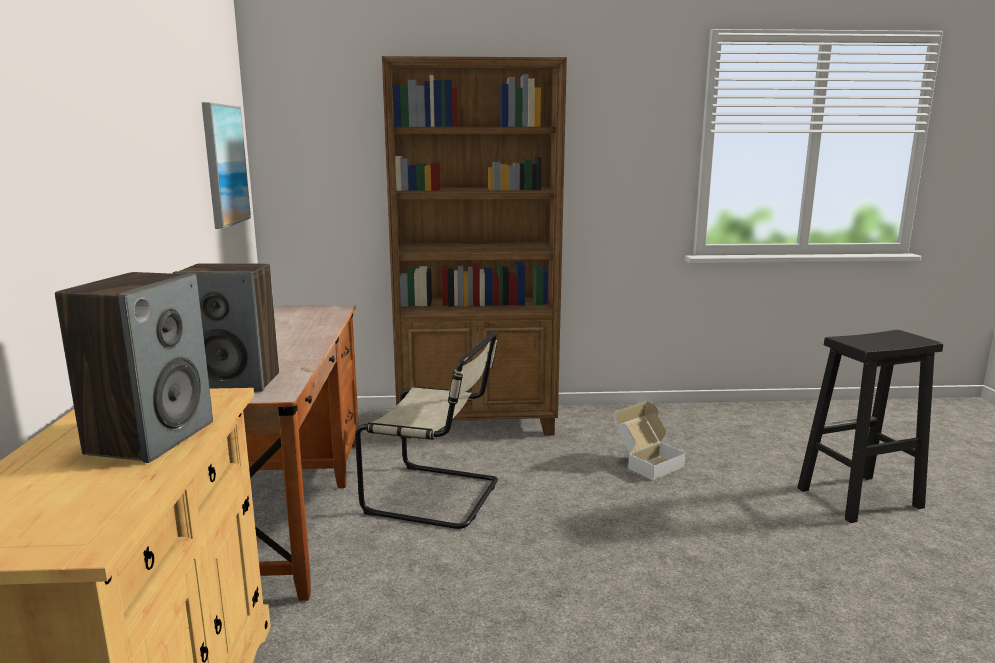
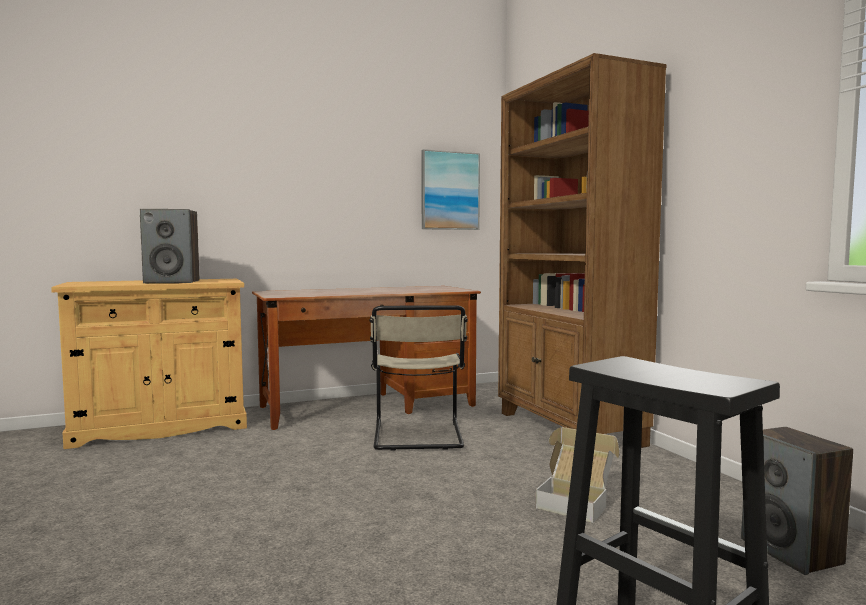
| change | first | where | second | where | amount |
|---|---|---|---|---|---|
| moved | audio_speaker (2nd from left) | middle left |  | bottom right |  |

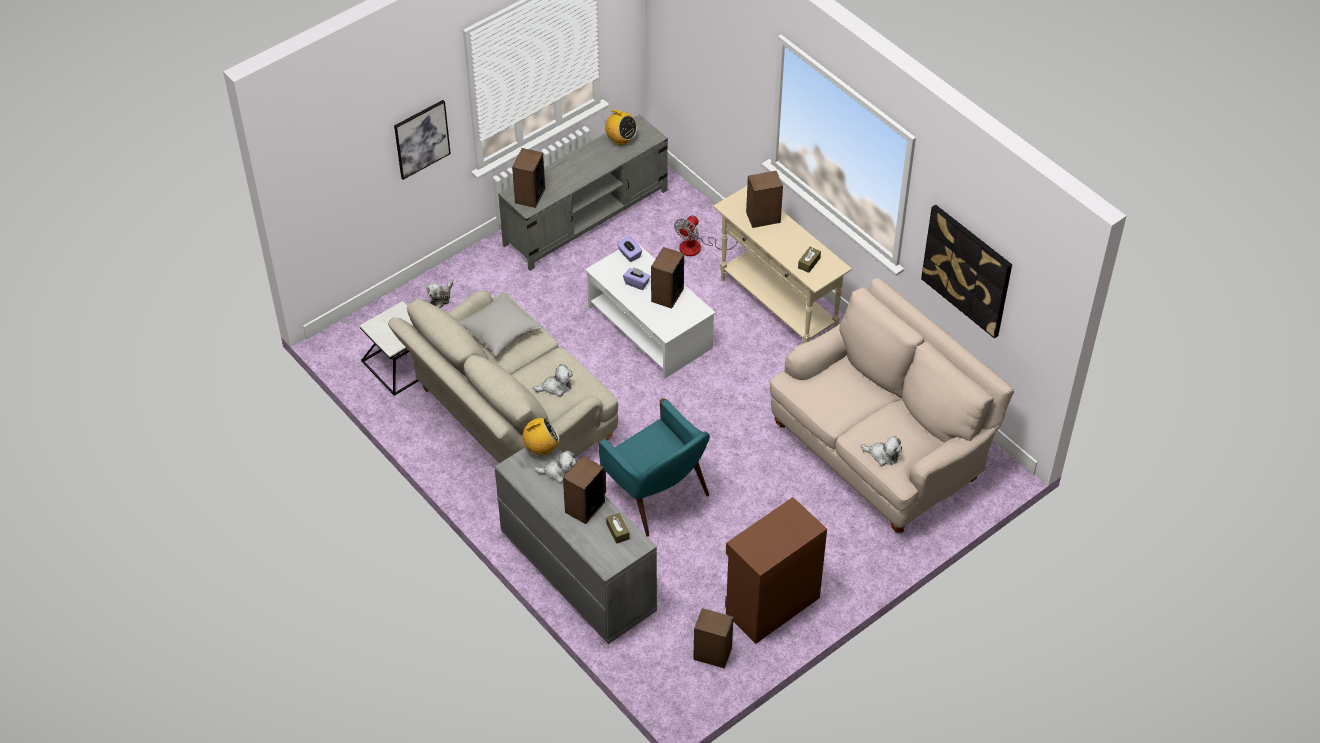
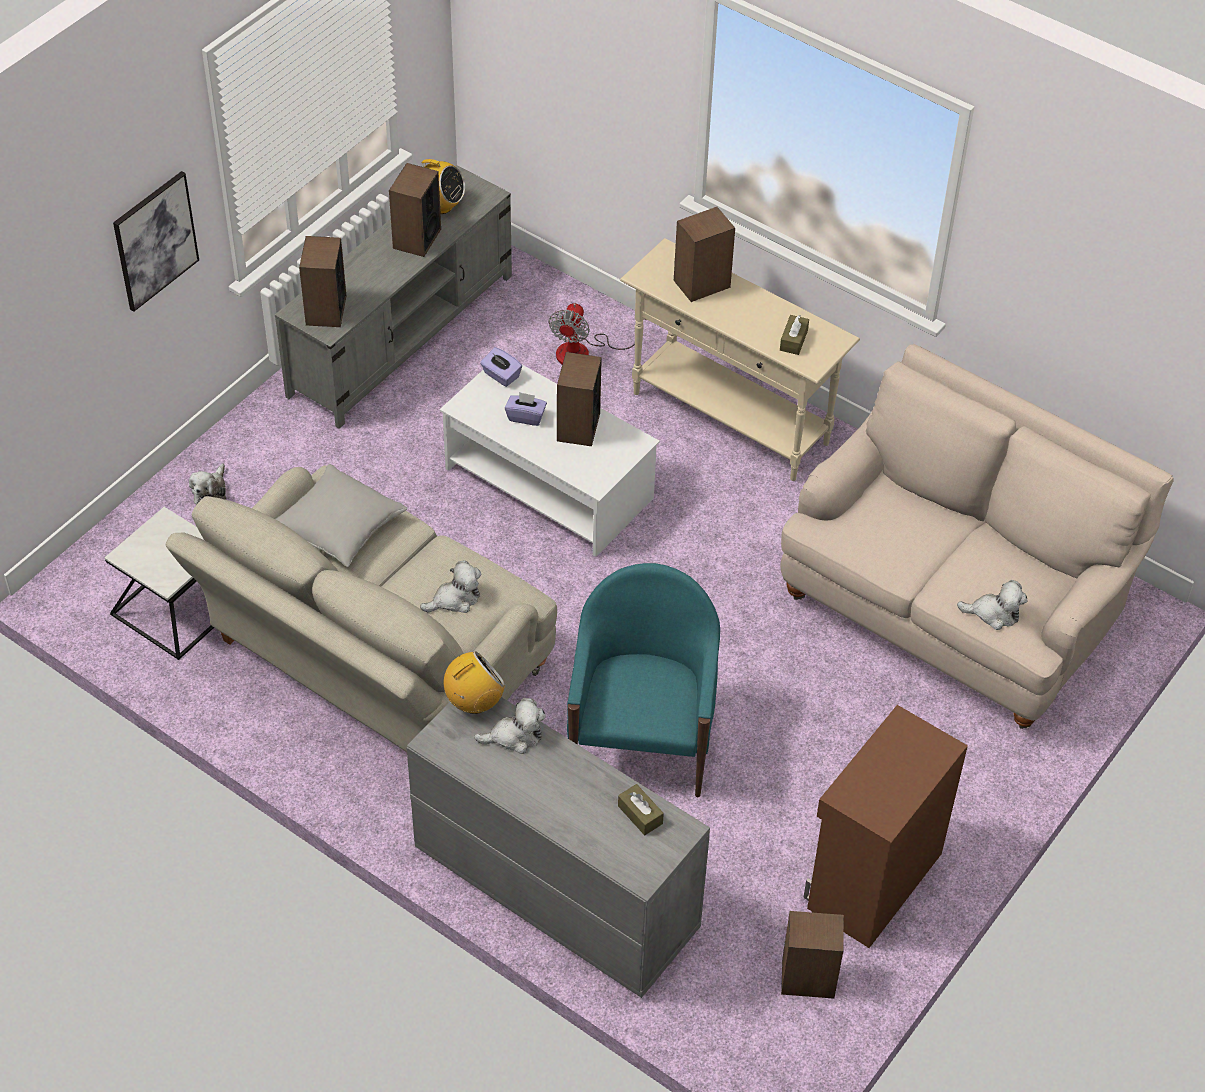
| change | first | where | second | where | amount |
|---|---|---|---|---|---|
| removed | wall_art (2nd from left) | middle right |  |  |  |
| turned | turquoise-coloured_armchair | centre |  | centre | 120 degrees counterclockwise |
| moved | audio_speaker (2nd from left) | centre |  | top centre |  |

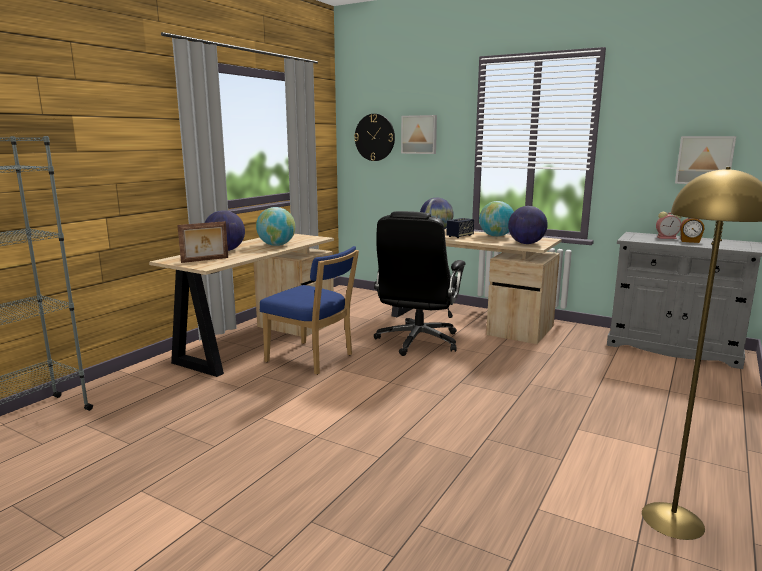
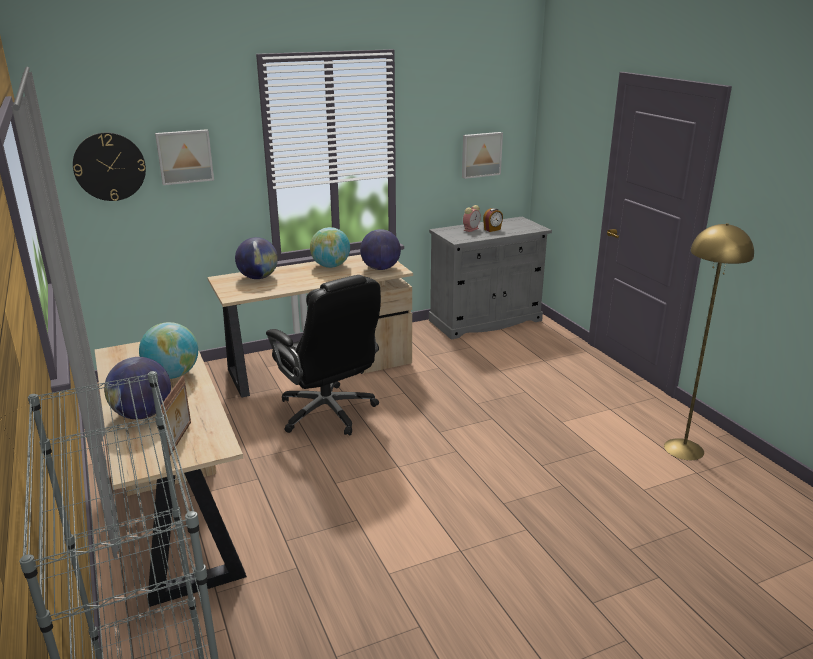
| change | first | where | second | where | amount |
|---|---|---|---|---|---|
| removed | audio_speaker | centre |  |  |  |
| removed | blue-coloured_upright_chair | centre |  |  |  |

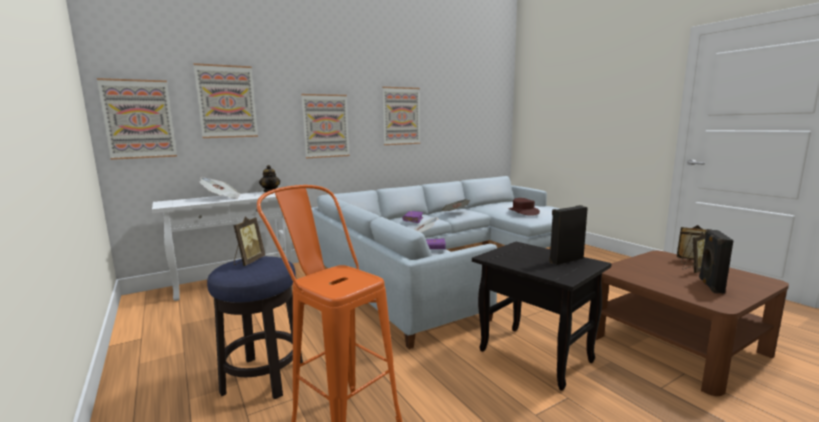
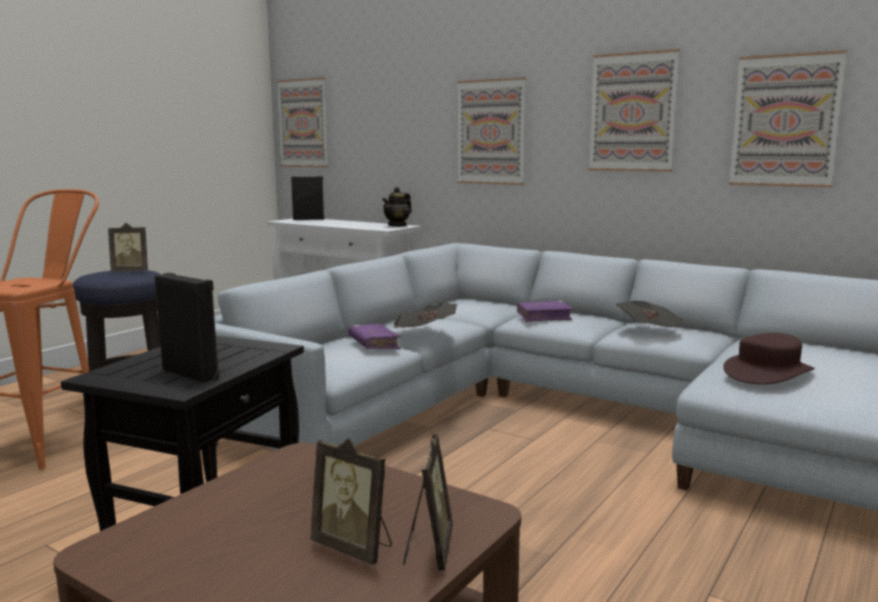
| change | first | where | second | where | amount |
|---|---|---|---|---|---|
| moved | wall_art (2nd from left in the first image) | top left | wall_art (4th from left) | top right |  |
| removed | daily_paper (1st from left) | middle left |  |  |  |
| moved | black-coloured_audio_speaker (2nd from left) | middle right |  | top centre |  |

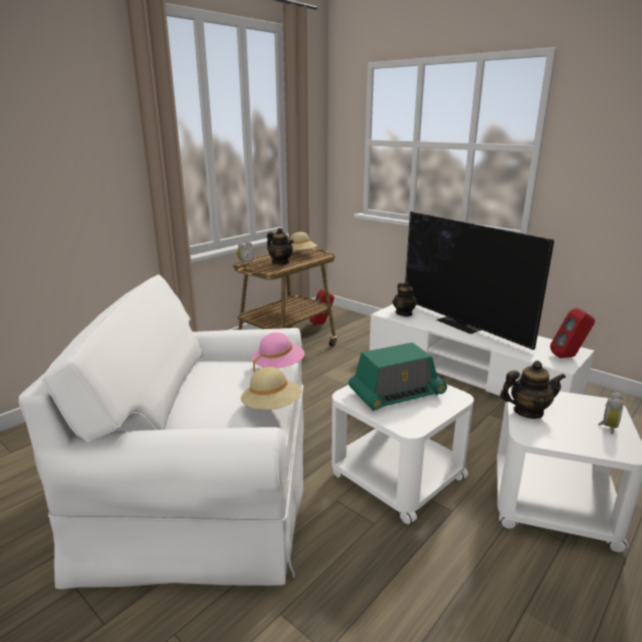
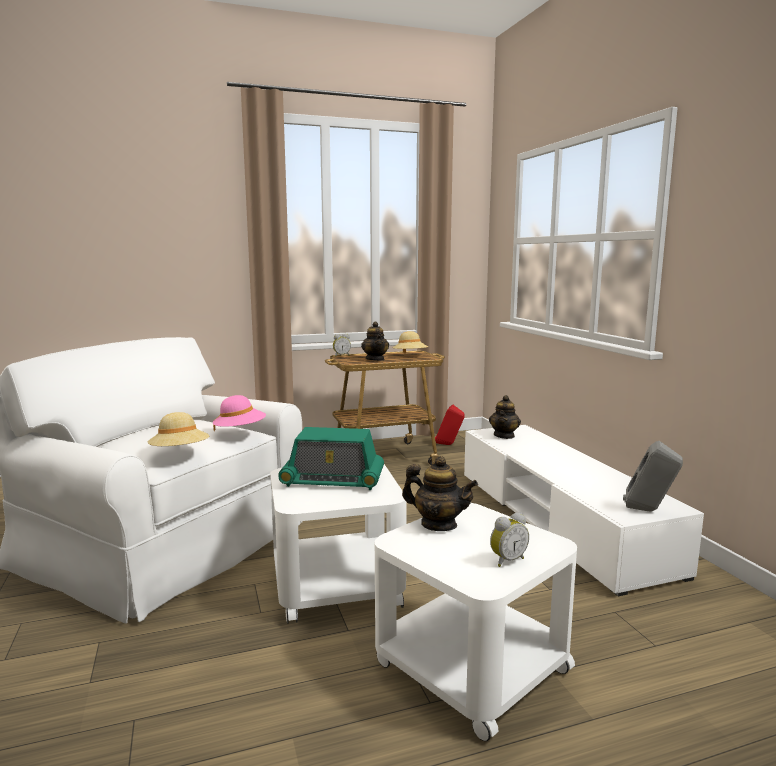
| change | first | where | second | where | amount |
|---|---|---|---|---|---|
| removed | TV | middle right |  |  |  |
| recoloured | red-coloured_audio_speaker (2nd from left) | middle right | gray_audio_speaker | middle right |  |

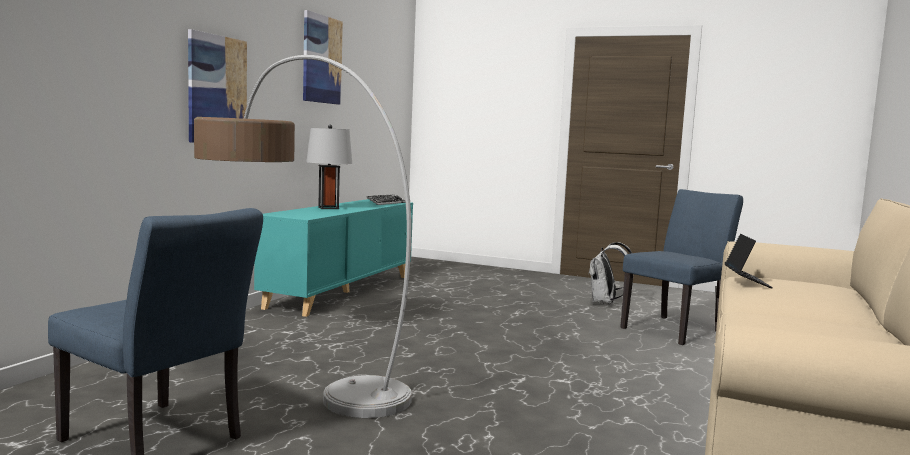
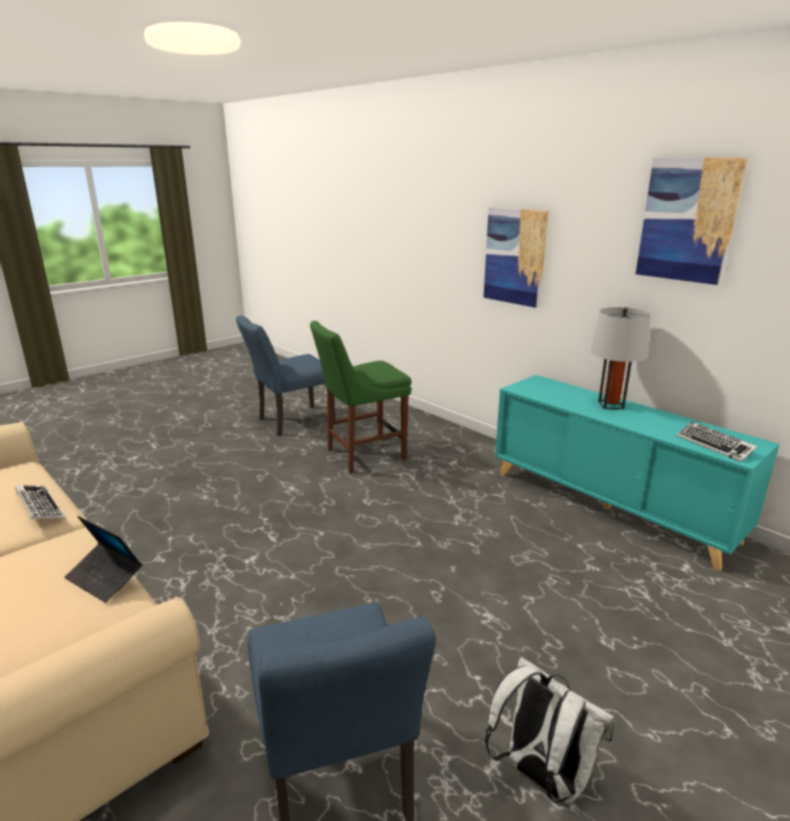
| change | first | where | second | where | amount |
|---|---|---|---|---|---|
| replaced | floor_lamp | middle left | greenish_upright_chair | centre |  |
| added |  |  | computer_keyboard (1st from left) | middle left |  |

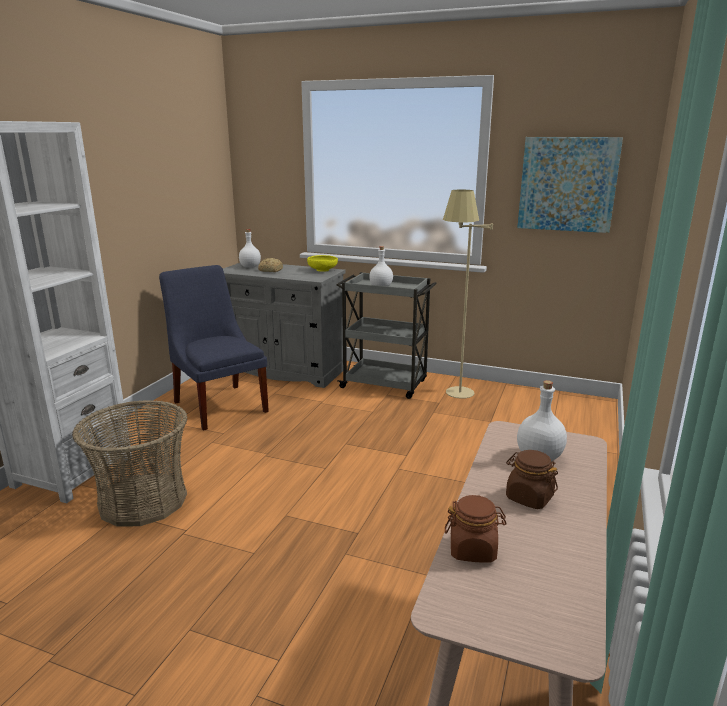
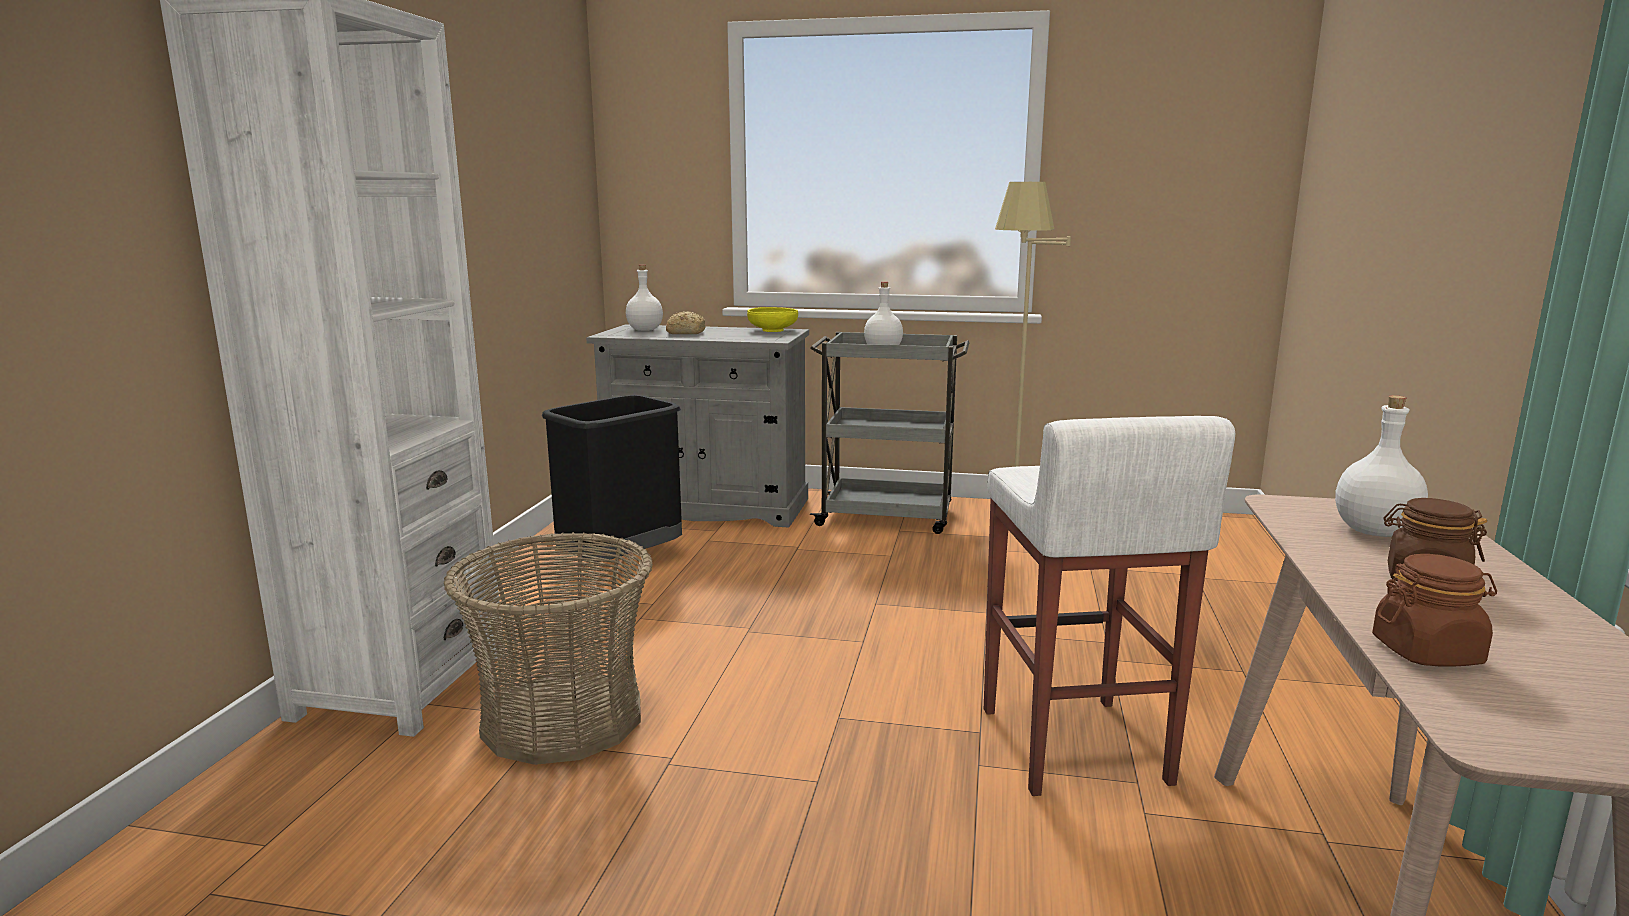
| change | first | where | second | where | amount |
|---|---|---|---|---|---|
| removed | wall_art | top right |  |  |  |
| replaced | blue-coloured_upright_chair | middle left | black-coloured_trash_can | centre |  |
| added |  |  | white-coloured_sitting_stool | middle right |  |

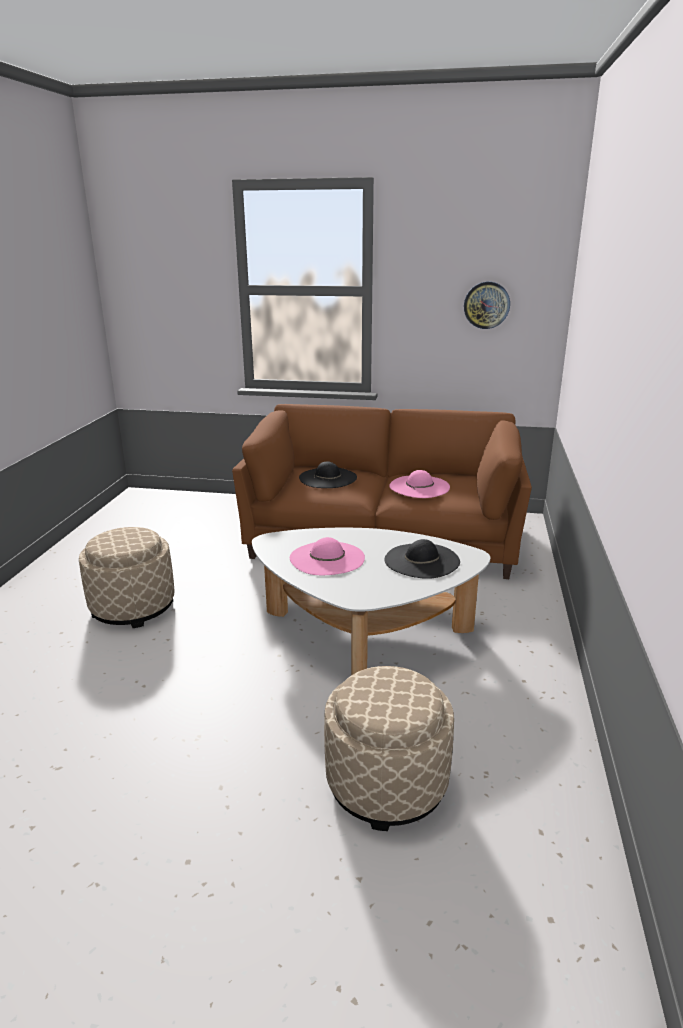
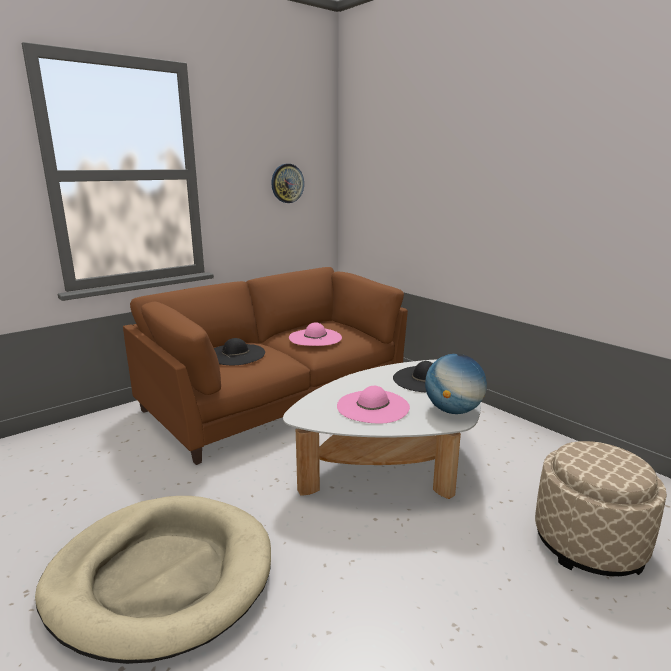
| change | first | where | second | where | amount |
|---|---|---|---|---|---|
| replaced | sand-coloured_pouffe (1st from left) | middle left | sand-coloured_dog_bed | bottom left |  |
| added |  |  | globe | middle right |  |

